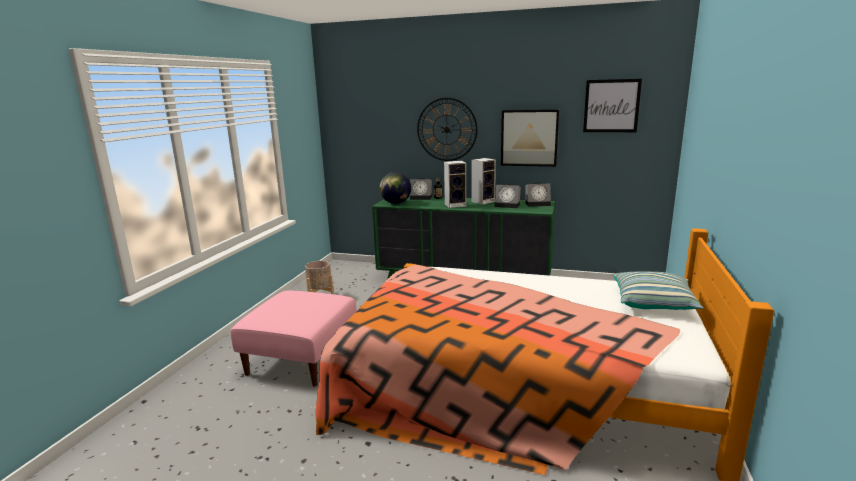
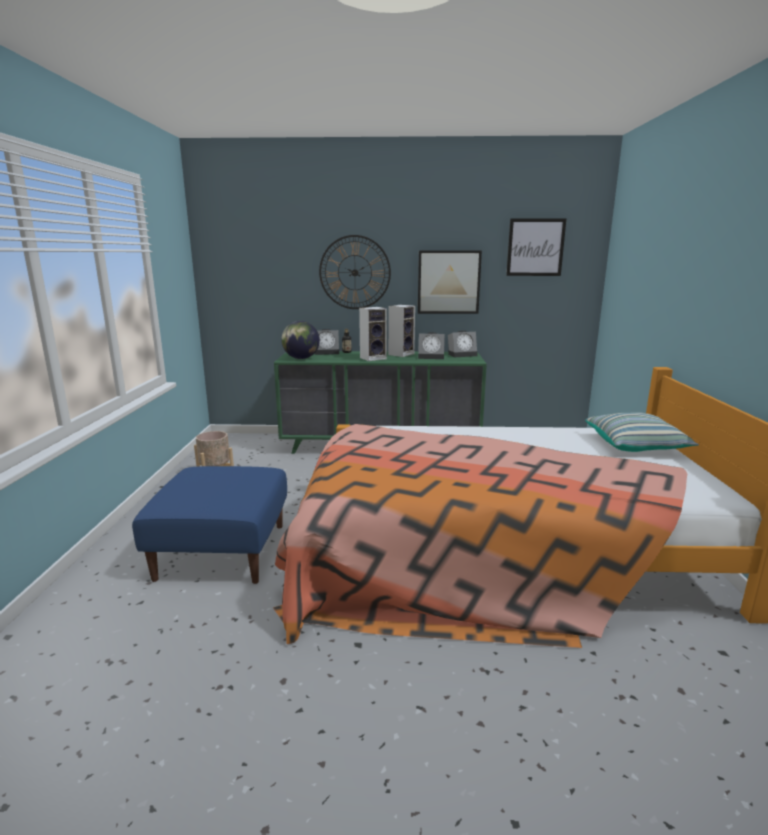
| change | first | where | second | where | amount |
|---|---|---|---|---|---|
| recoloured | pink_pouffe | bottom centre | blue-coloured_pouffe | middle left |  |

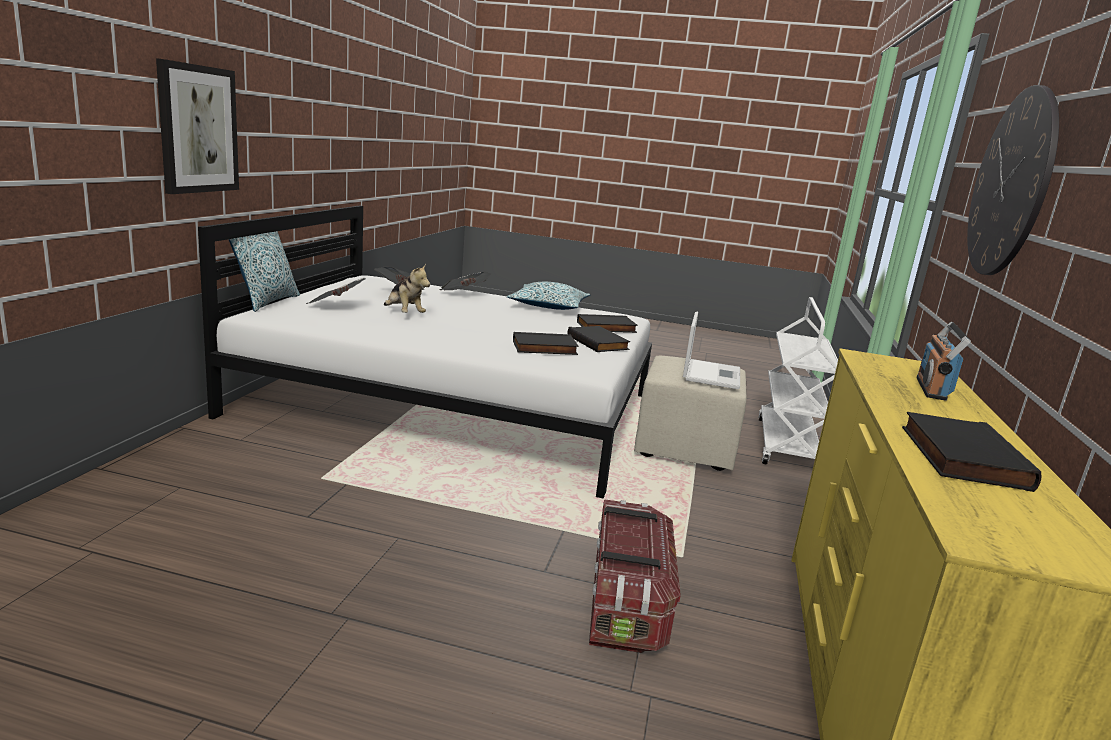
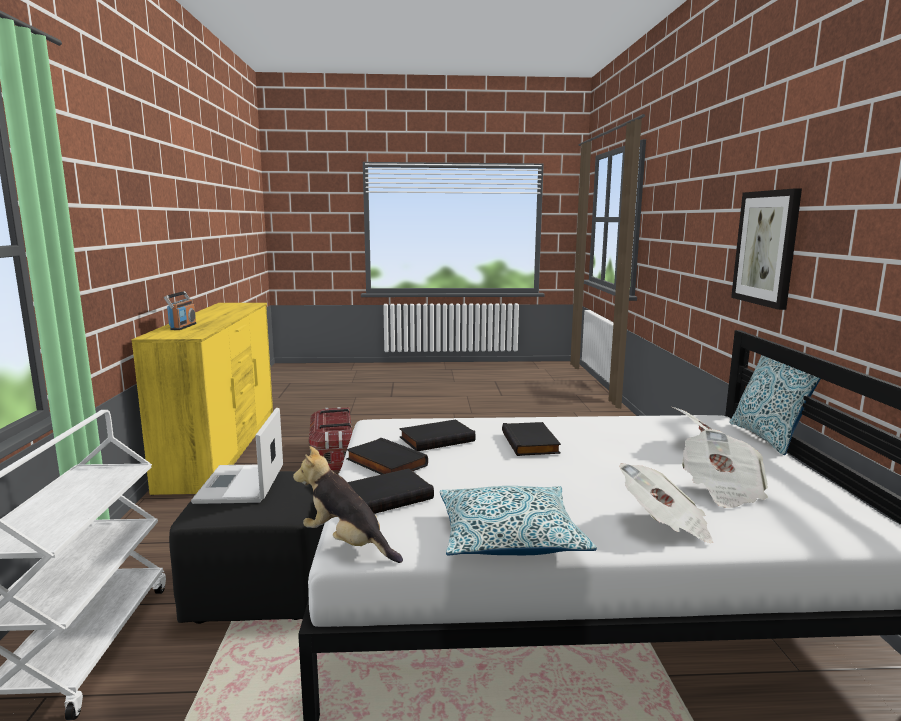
| change | first | where | second | where | amount |
|---|---|---|---|---|---|
| removed | clock_on_the_wall | top right |  |  |  |
| moved | soft_toy | centre |  | bottom centre |  |
| recoloured | sand-coloured_pouffe | centre | black-coloured_pouffe | bottom left |  |
| moved | black-coloured_volume (4th from left) | middle right |  | centre |  |

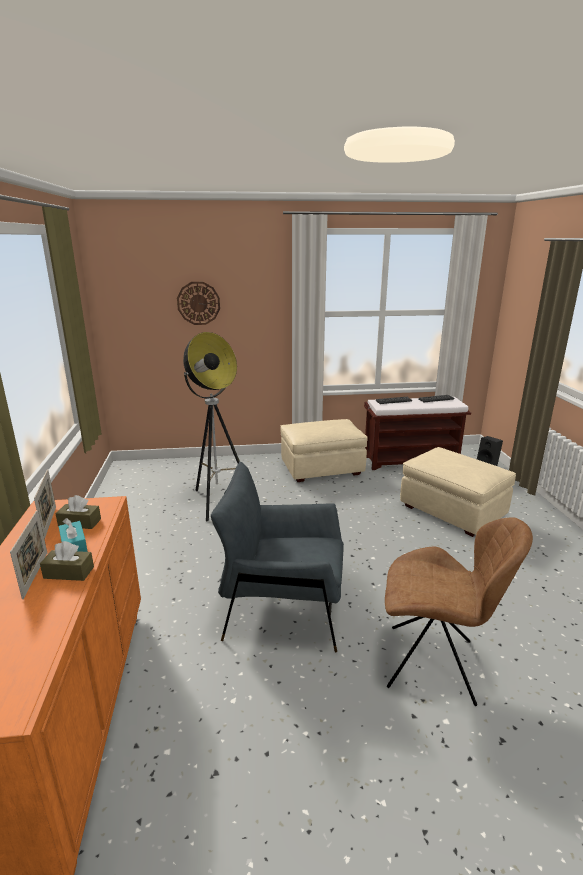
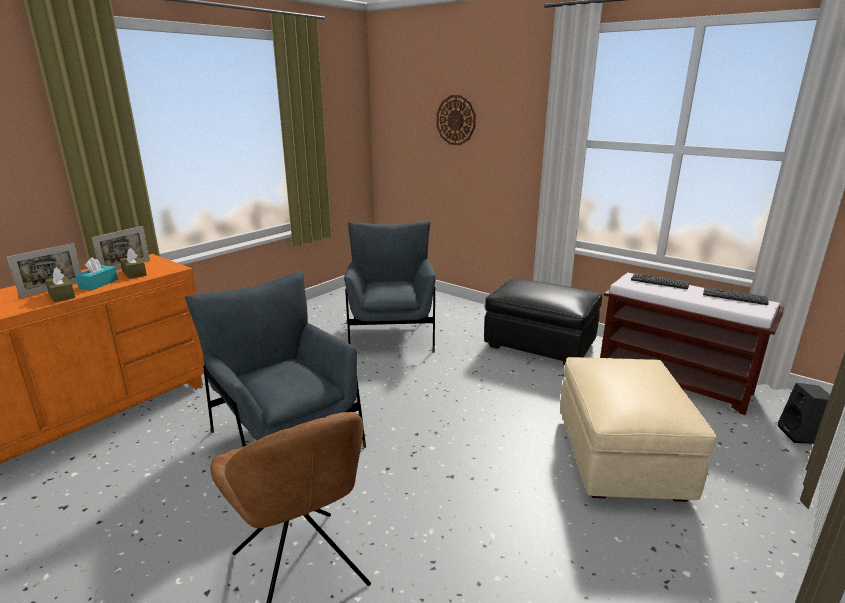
| change | first | where | second | where | amount |
|---|---|---|---|---|---|
| replaced | floor_lamp | centre | gray_armchair (2nd from left) | centre |  |
| recoloured | sand-coloured_pouffe (1st from left) | centre | black-coloured_pouffe | centre |  |

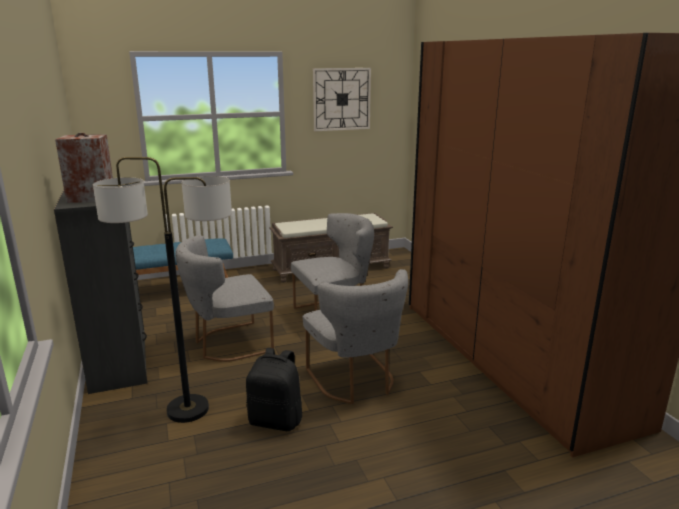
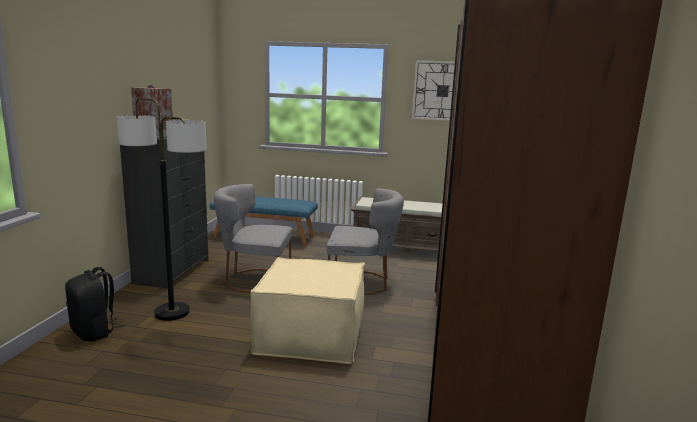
| change | first | where | second | where | amount |
|---|---|---|---|---|---|
| replaced | gray_upright_chair (3rd from left) | centre | sand-coloured_pouffe | bottom centre |  |
| moved | black-coloured_rucksack | bottom centre |  | bottom left |  |

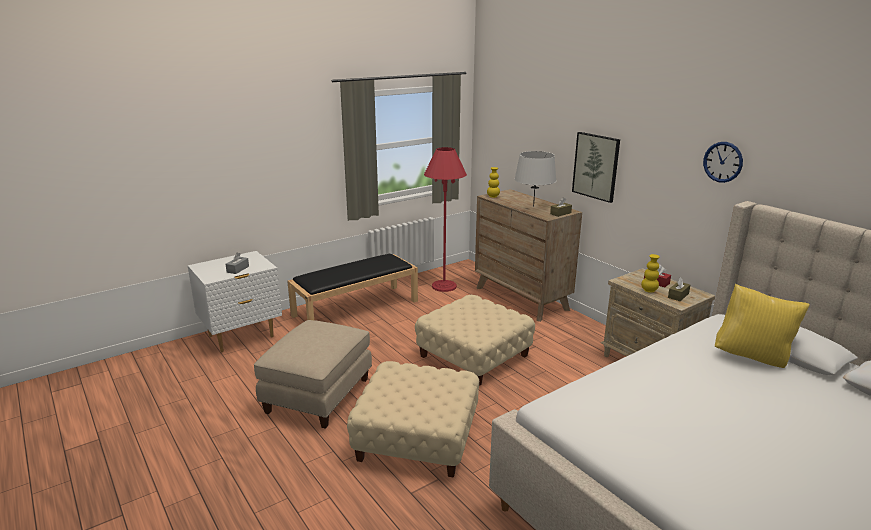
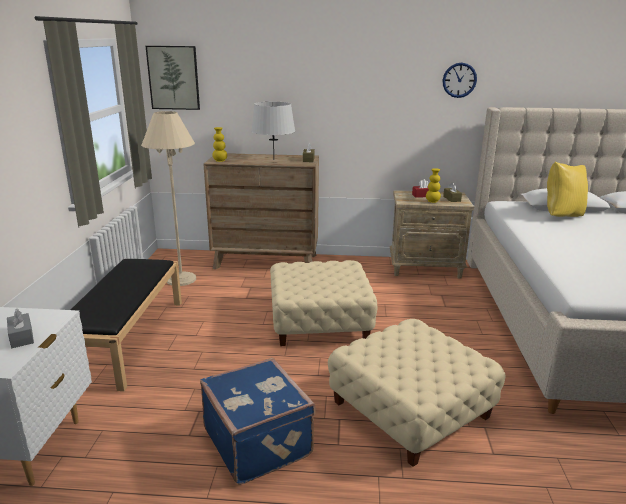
| change | first | where | second | where | amount |
|---|---|---|---|---|---|
| moved | wall_art | top right |  | top left |  |
| recoloured | red-coloured_floor_lamp | centre | sand-coloured_floor_lamp | middle left |  |
| replaced | sand-coloured_pouffe (1st from left) | bottom centre | blue-coloured_piece_of_luggage | bottom centre |  |

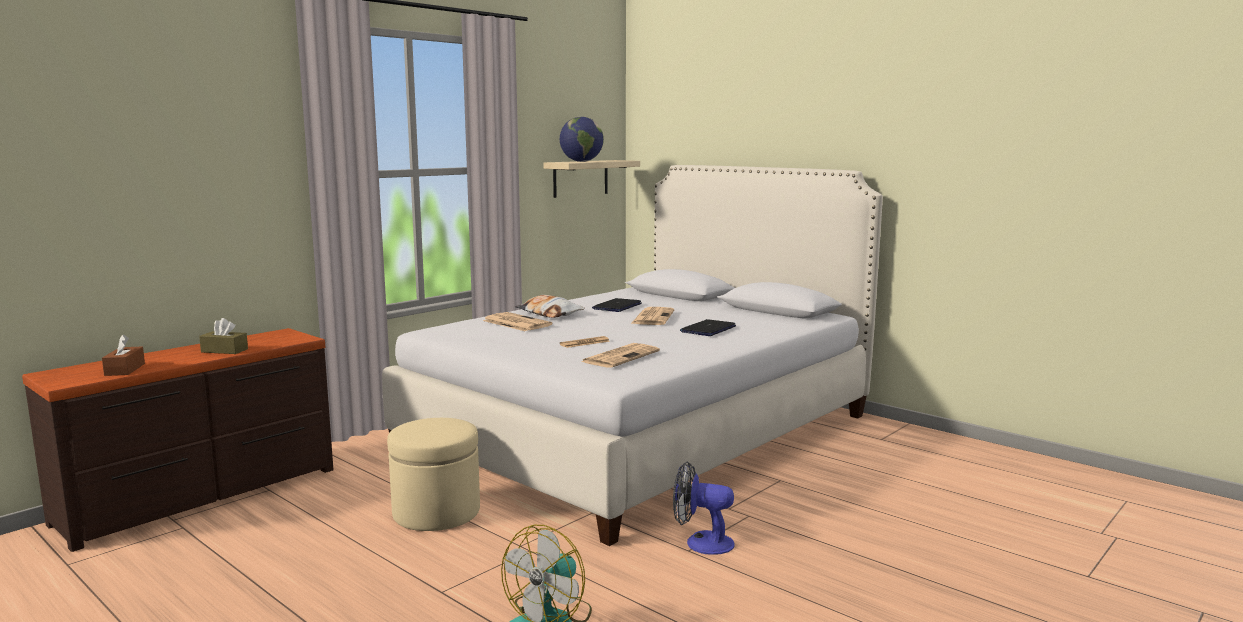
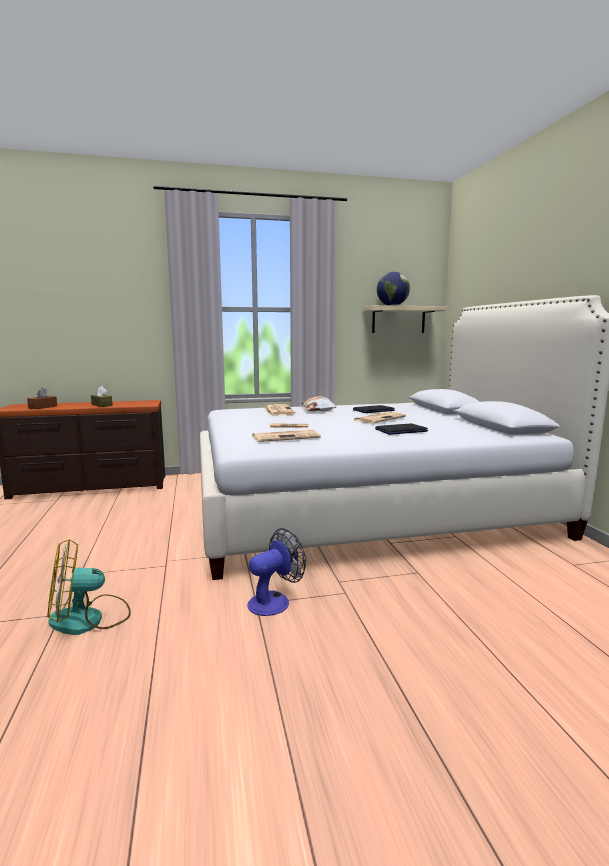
| change | first | where | second | where | amount |
|---|---|---|---|---|---|
| removed | sand-coloured_pouffe | bottom centre |  |  |  |
| turned | fan (2nd from left) | bottom centre |  | centre | 90 degrees clockwise |

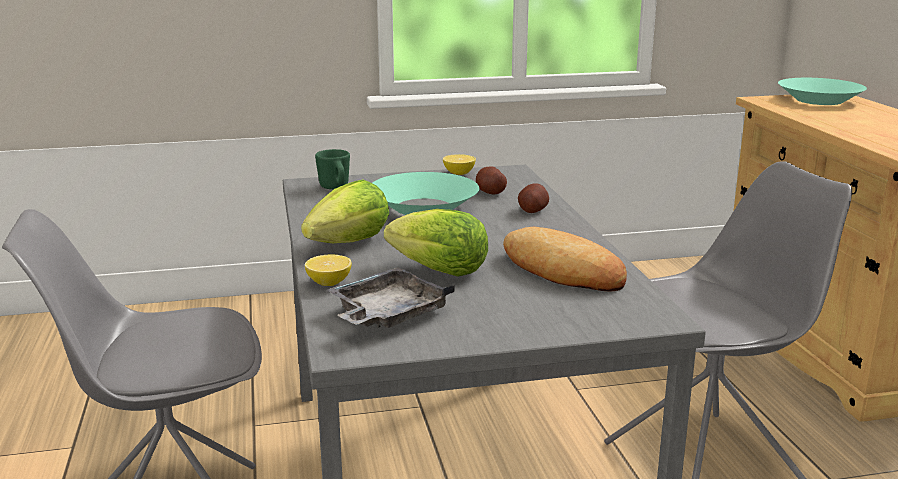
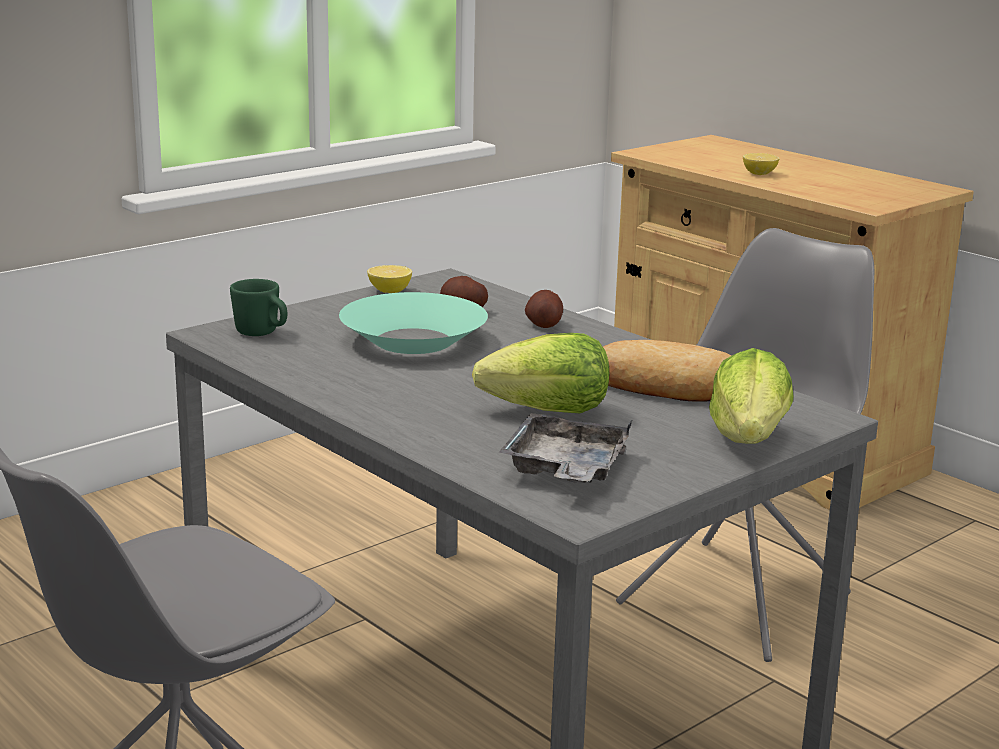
| change | first | where | second | where | amount |
|---|---|---|---|---|---|
| removed | turquoise-coloured_deep_dish (2nd from left) | top right |  |  |  |
| moved | lettuce_head (1st from left in the first image) | centre | lettuce_head (2nd from left) | middle right |  |
| moved | lemon (1st from left in the first image) | centre | lemon (2nd from left) | top right |  |

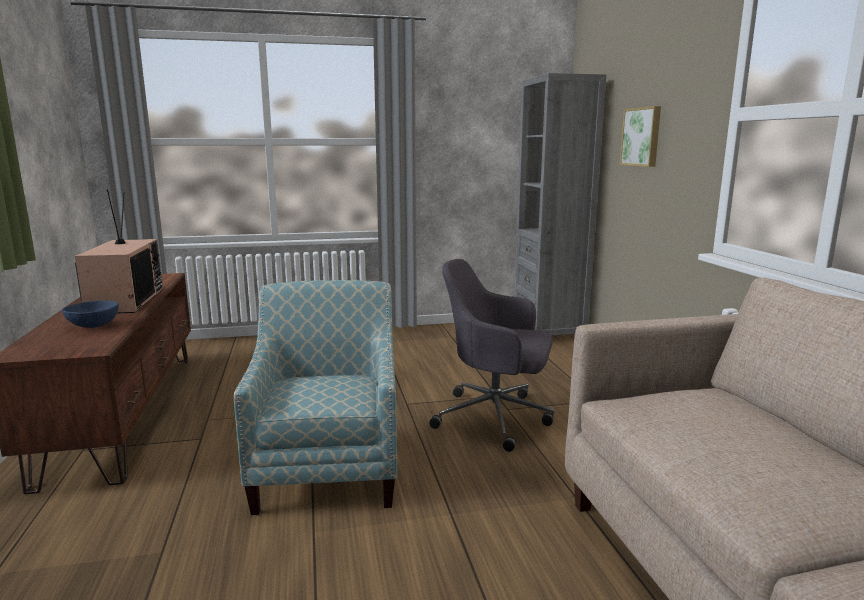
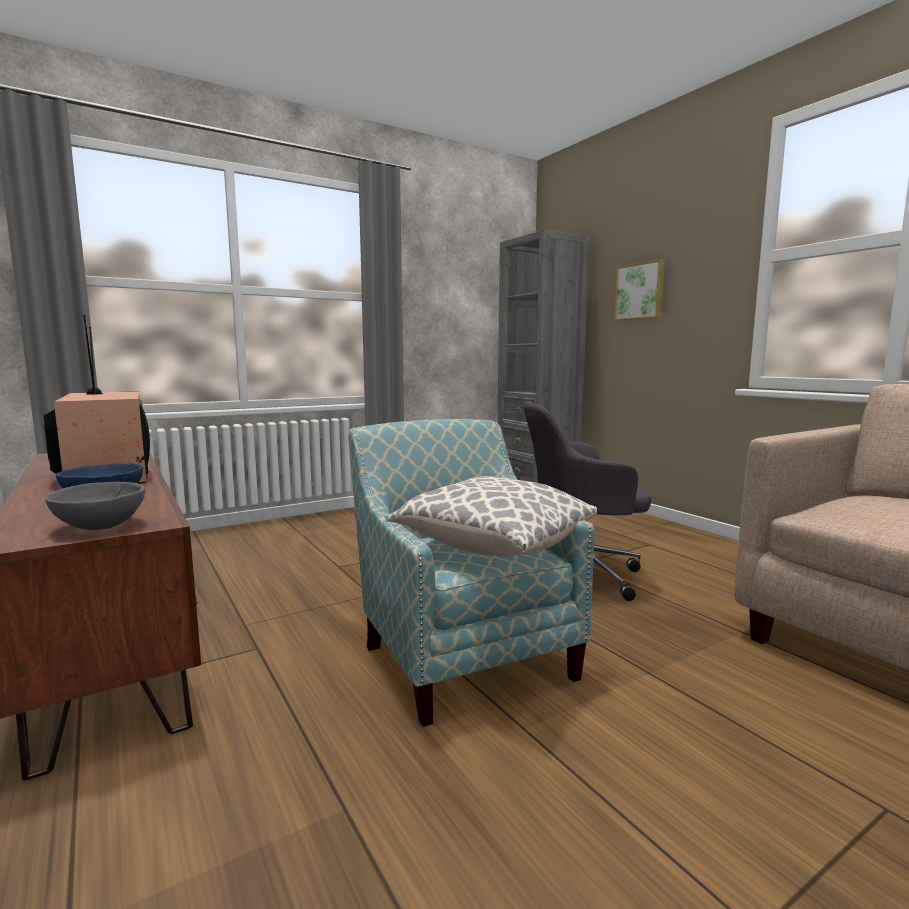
| change | first | where | second | where | amount |
|---|---|---|---|---|---|
| added |  |  | pillow | centre |  |
| added |  |  | gray_deep_dish | middle left |  |

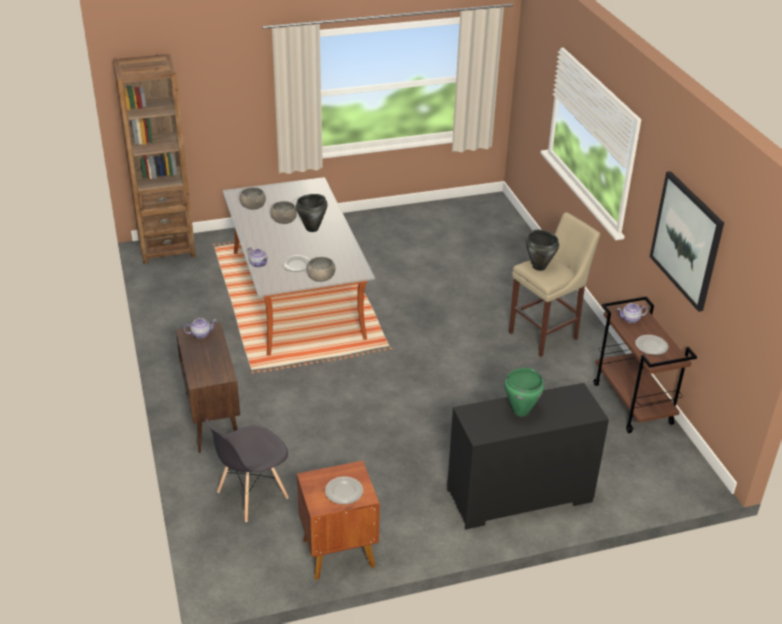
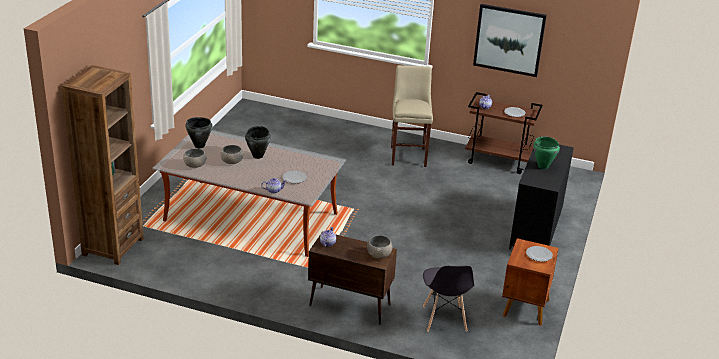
| change | first | where | second | where | amount |
|---|---|---|---|---|---|
| moved | black-coloured_saucepot (2nd from left in the first image) | middle right | black-coloured_saucepot (1st from left) | middle left |  |
| moved | gray_deep_dish (3rd from left) | centre |  | bottom centre |  |

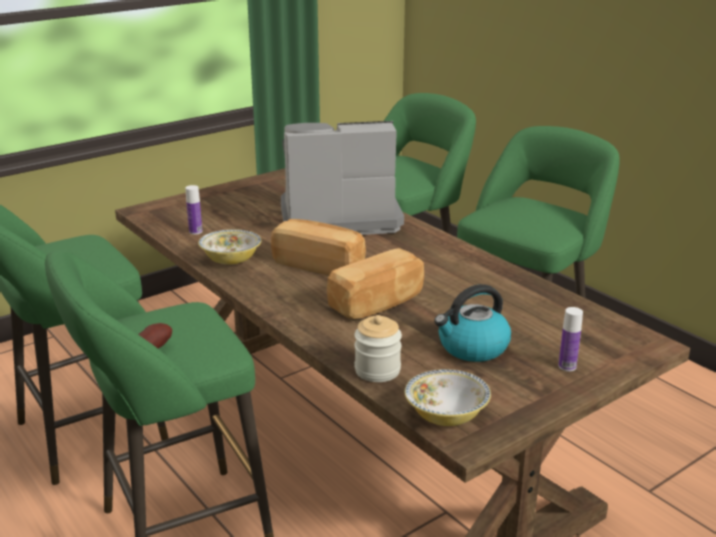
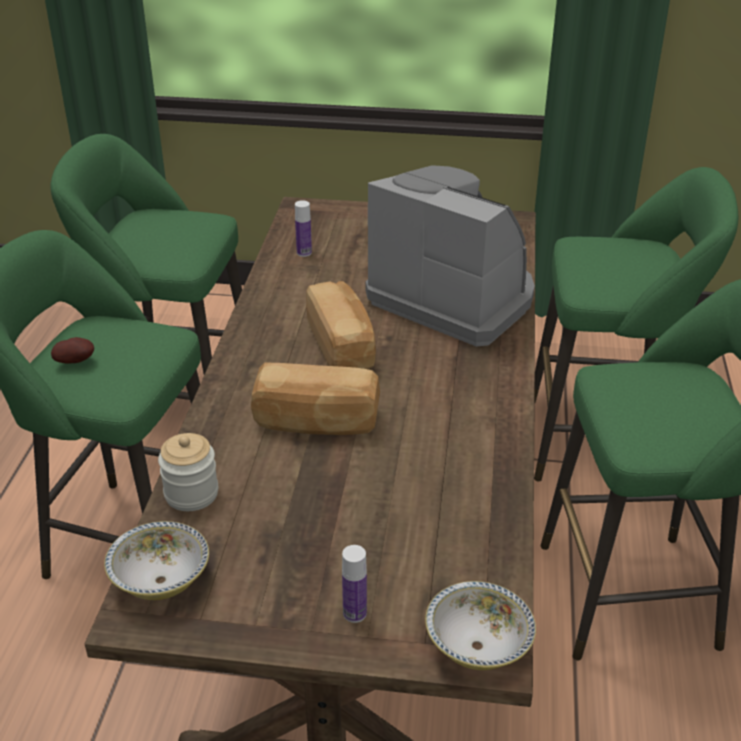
| change | first | where | second | where | amount |
|---|---|---|---|---|---|
| moved | deep_dish (1st from left in the first image) | middle left | deep_dish (2nd from left) | bottom centre |  |
| removed | tea_kettle | centre |  |  |  |

